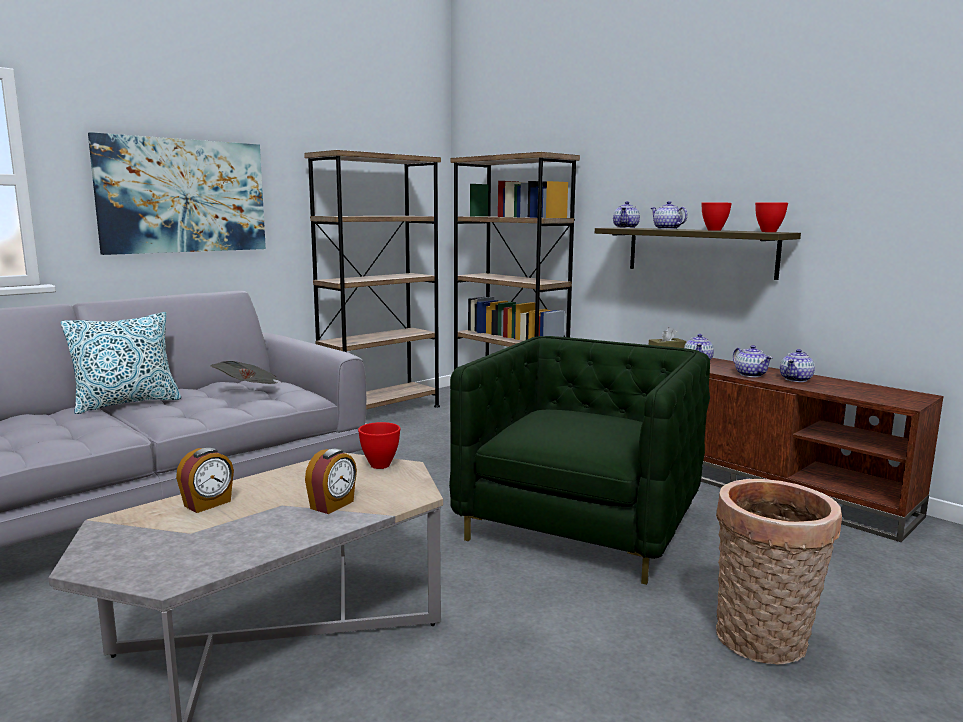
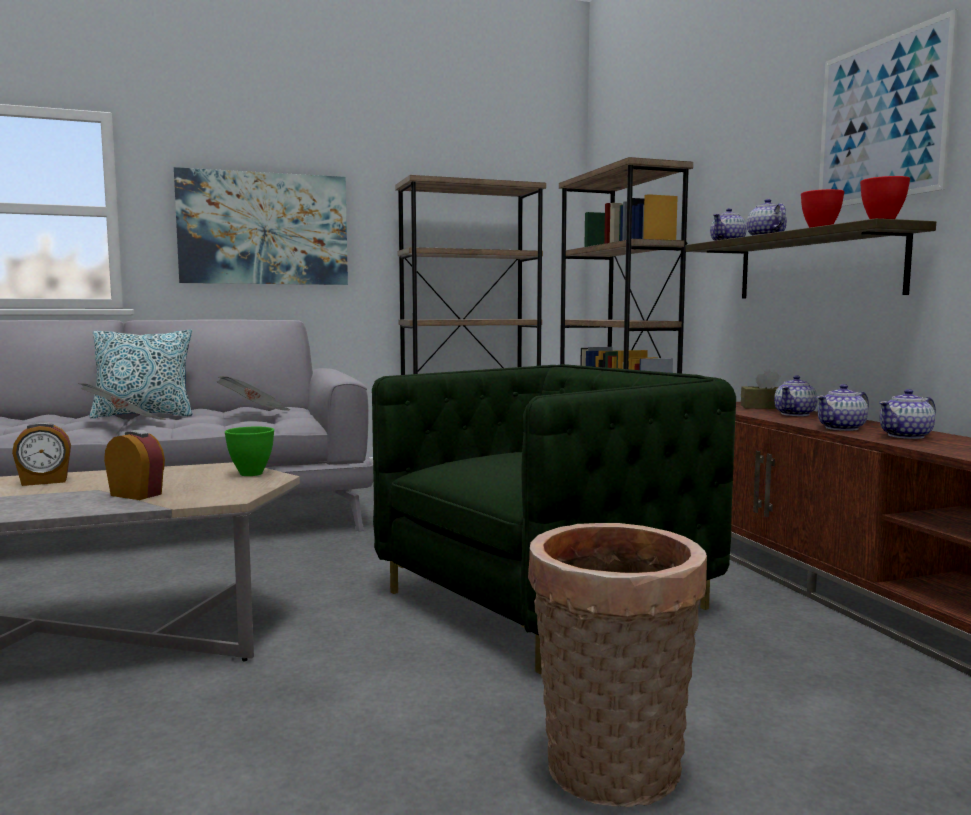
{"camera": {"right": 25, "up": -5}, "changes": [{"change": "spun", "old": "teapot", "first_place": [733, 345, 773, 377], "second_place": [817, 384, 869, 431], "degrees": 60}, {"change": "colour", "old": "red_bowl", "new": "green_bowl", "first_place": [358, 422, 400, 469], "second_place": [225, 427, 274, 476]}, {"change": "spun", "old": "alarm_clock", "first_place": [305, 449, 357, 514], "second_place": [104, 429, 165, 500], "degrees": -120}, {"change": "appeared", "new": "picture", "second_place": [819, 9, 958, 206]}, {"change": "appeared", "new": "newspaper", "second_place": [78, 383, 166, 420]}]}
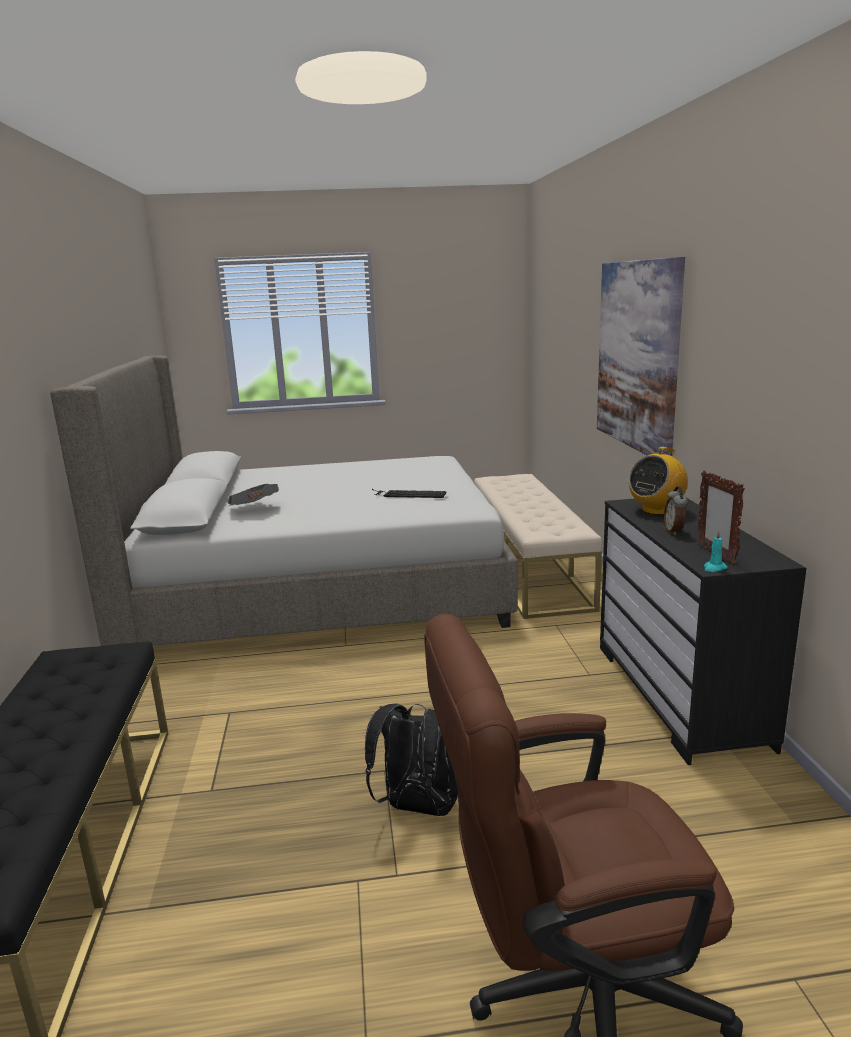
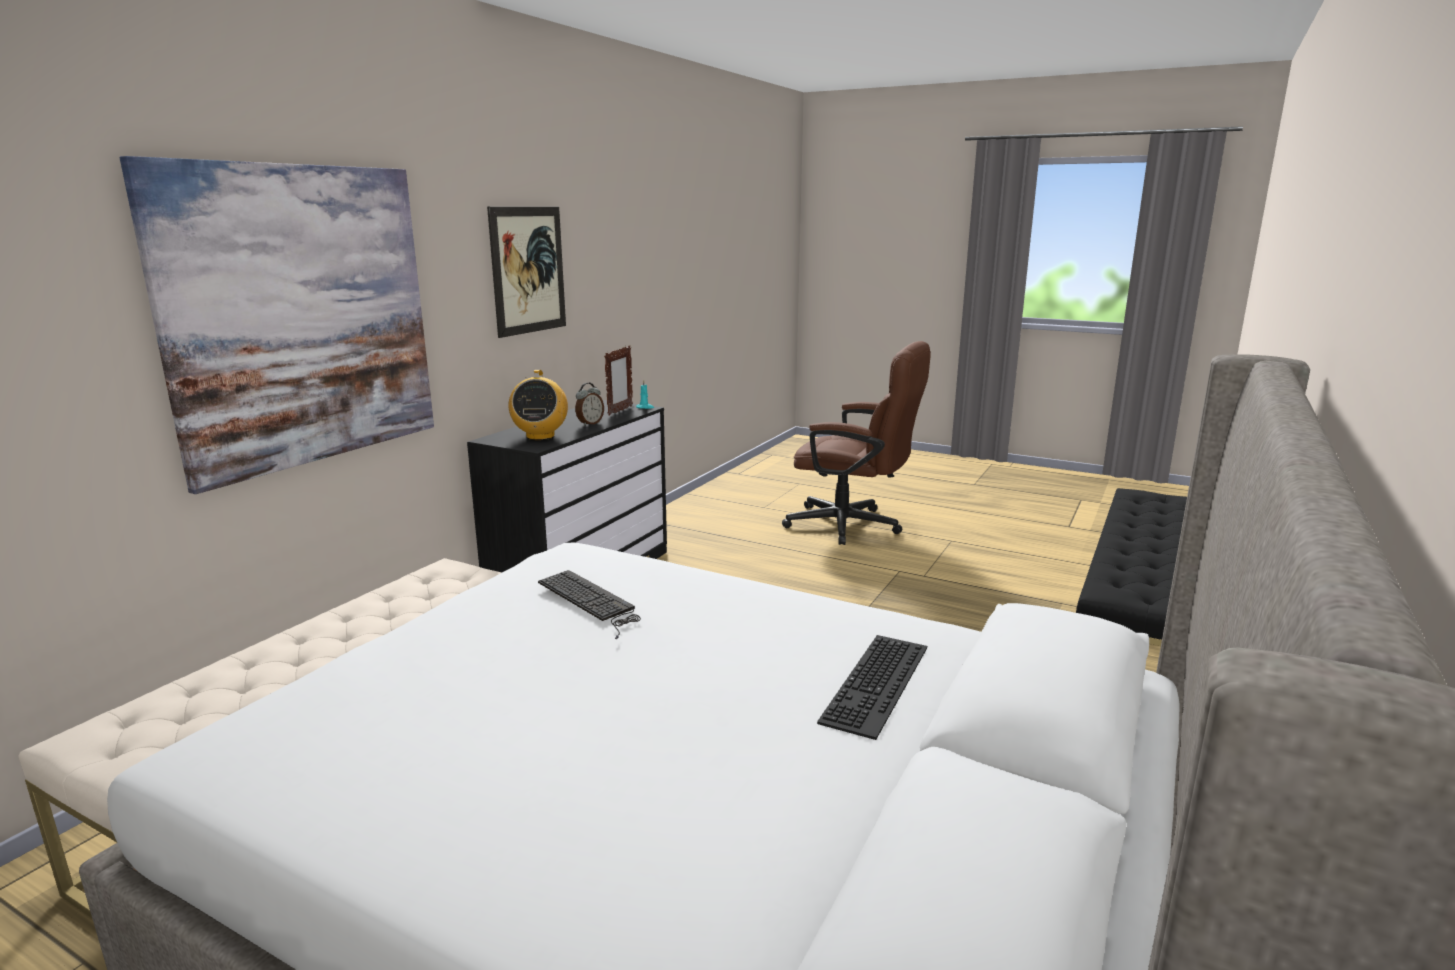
{"camera": {"right": -145, "up": 0}, "changes": [{"change": "spun", "old": "radio", "first_place": [629, 447, 688, 515], "second_place": [508, 370, 568, 440], "degrees": 90}, {"change": "exchanged", "old": "newspaper", "new": "keyboard", "first_place": [228, 484, 279, 505], "second_place": [817, 635, 927, 740]}, {"change": "missing", "old": "black_backpack", "first_place": [365, 704, 458, 816]}, {"change": "appeared", "new": "picture", "second_place": [487, 207, 566, 338]}]}
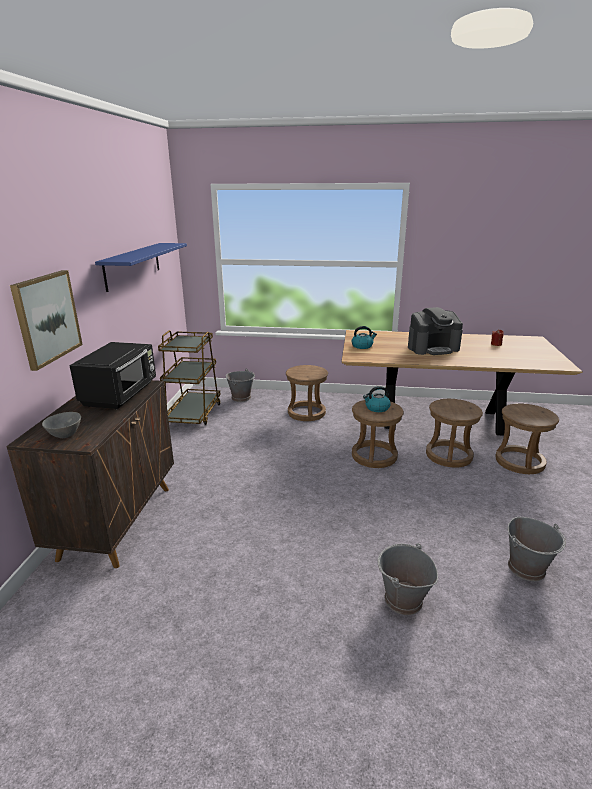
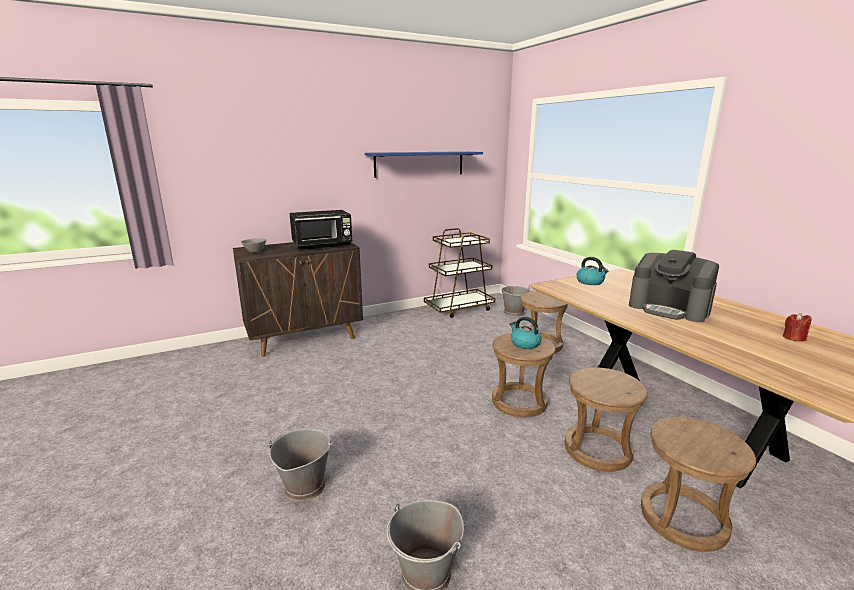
{"camera": {"right": 55, "up": -5}, "changes": [{"change": "missing", "old": "picture", "first_place": [10, 270, 83, 371]}]}
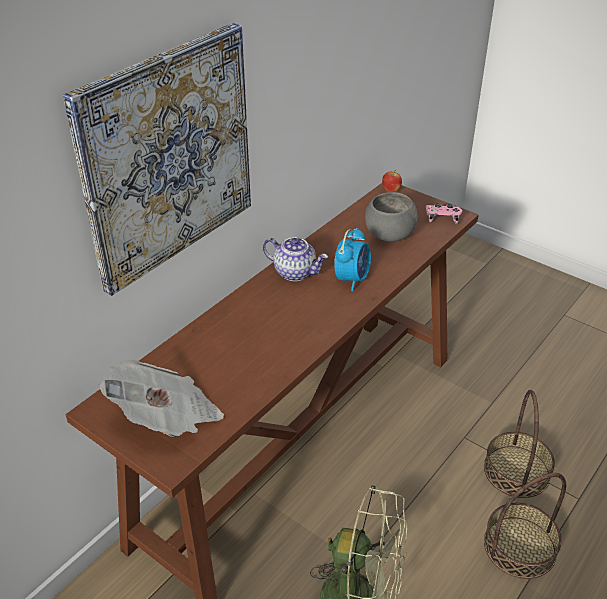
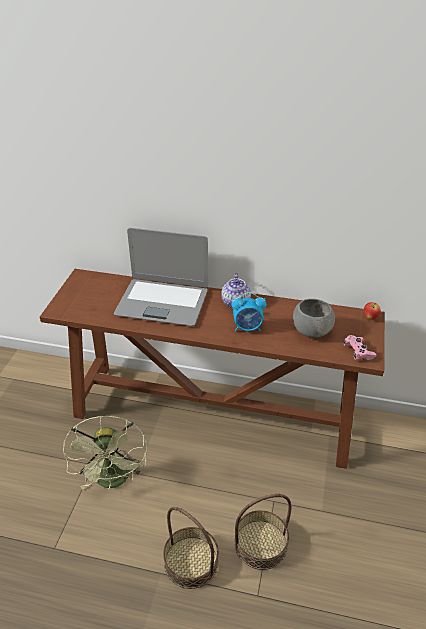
{"camera": {"right": 65, "up": 0}, "changes": [{"change": "missing", "old": "picture", "first_place": [63, 23, 251, 296]}, {"change": "missing", "old": "newspaper", "first_place": [99, 360, 224, 437]}, {"change": "appeared", "new": "laptop", "second_place": [114, 228, 208, 326]}]}
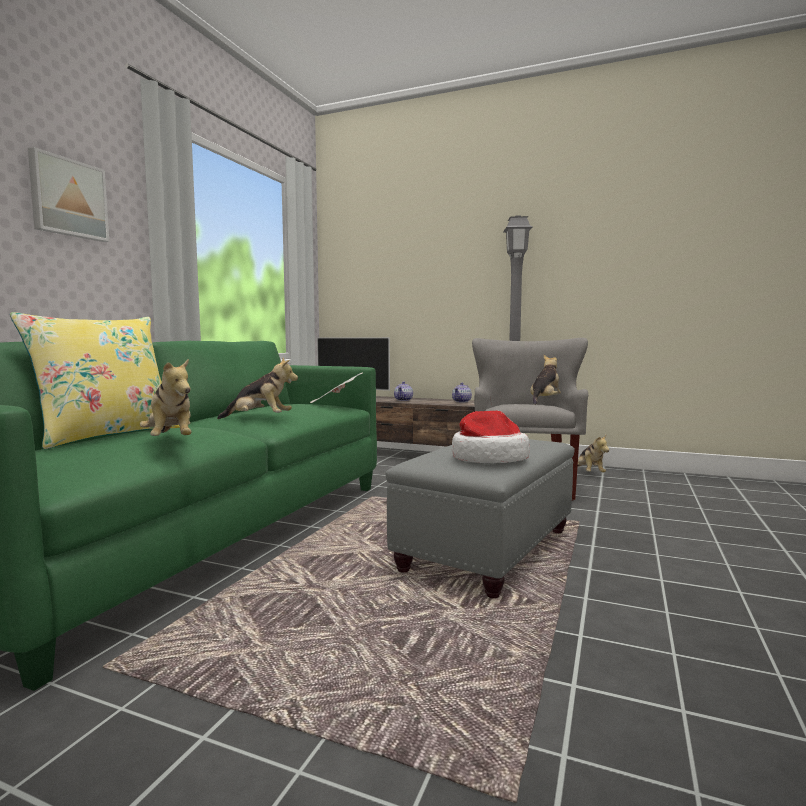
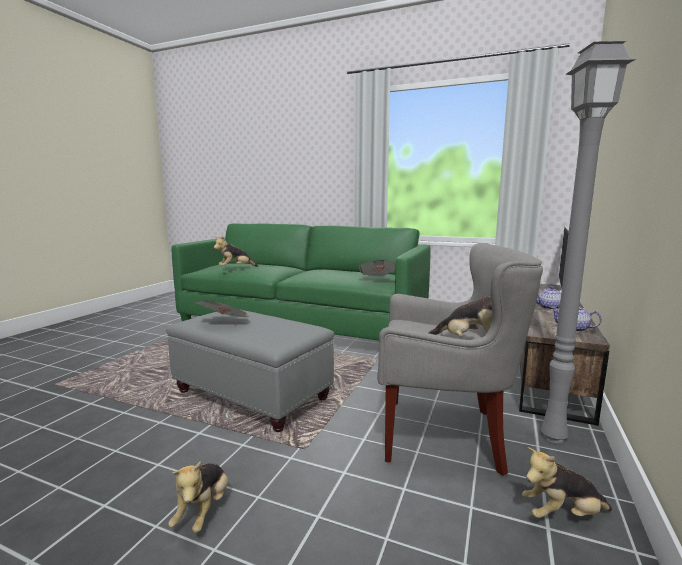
{"camera": {"right": 90, "up": 5}, "changes": [{"change": "missing", "old": "picture", "first_place": [28, 147, 109, 242]}, {"change": "missing", "old": "yellow_pillow", "first_place": [10, 312, 180, 449]}, {"change": "relocated", "old": "plush_toy", "first_place": [217, 358, 298, 419], "second_place": [168, 461, 228, 533]}, {"change": "exchanged", "old": "hat", "new": "newspaper", "first_place": [452, 411, 530, 463], "second_place": [195, 300, 249, 317]}]}
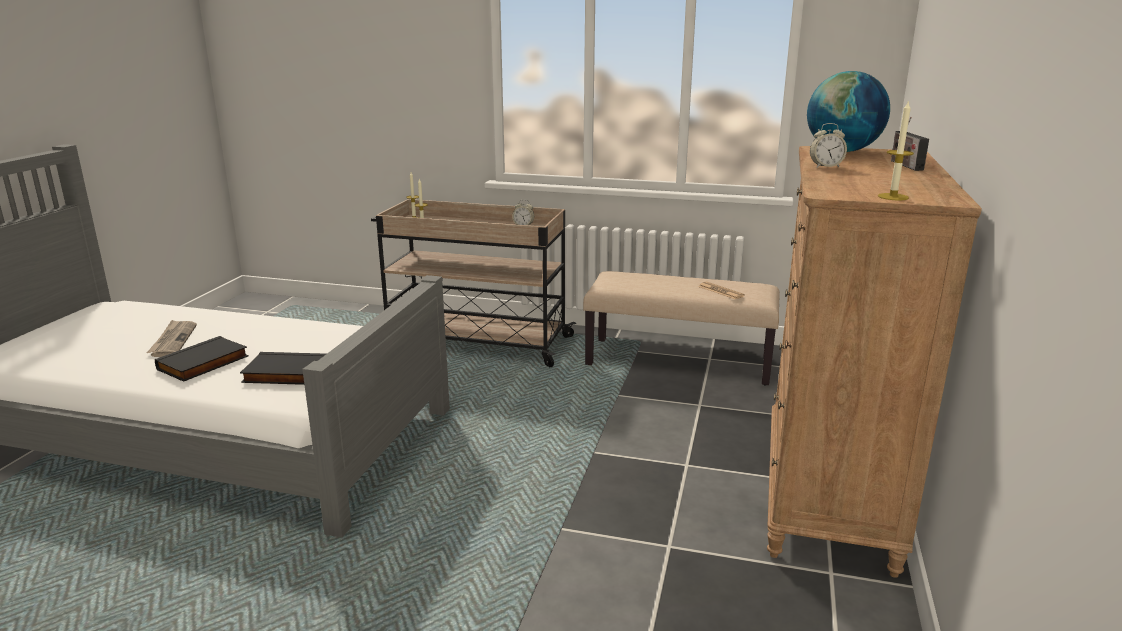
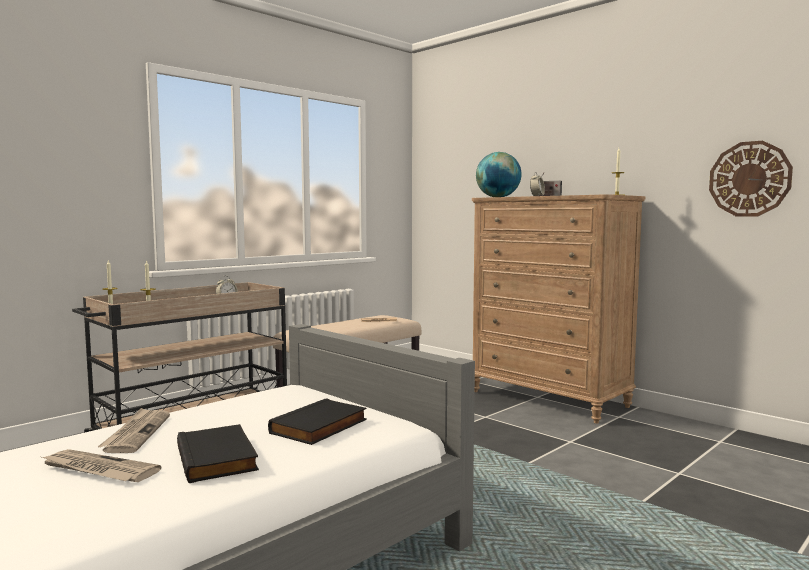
{"camera": {"right": -60, "up": -15}, "changes": [{"change": "appeared", "new": "wall_clock", "second_place": [709, 141, 793, 217]}, {"change": "appeared", "new": "newspaper", "second_place": [98, 408, 170, 453]}]}
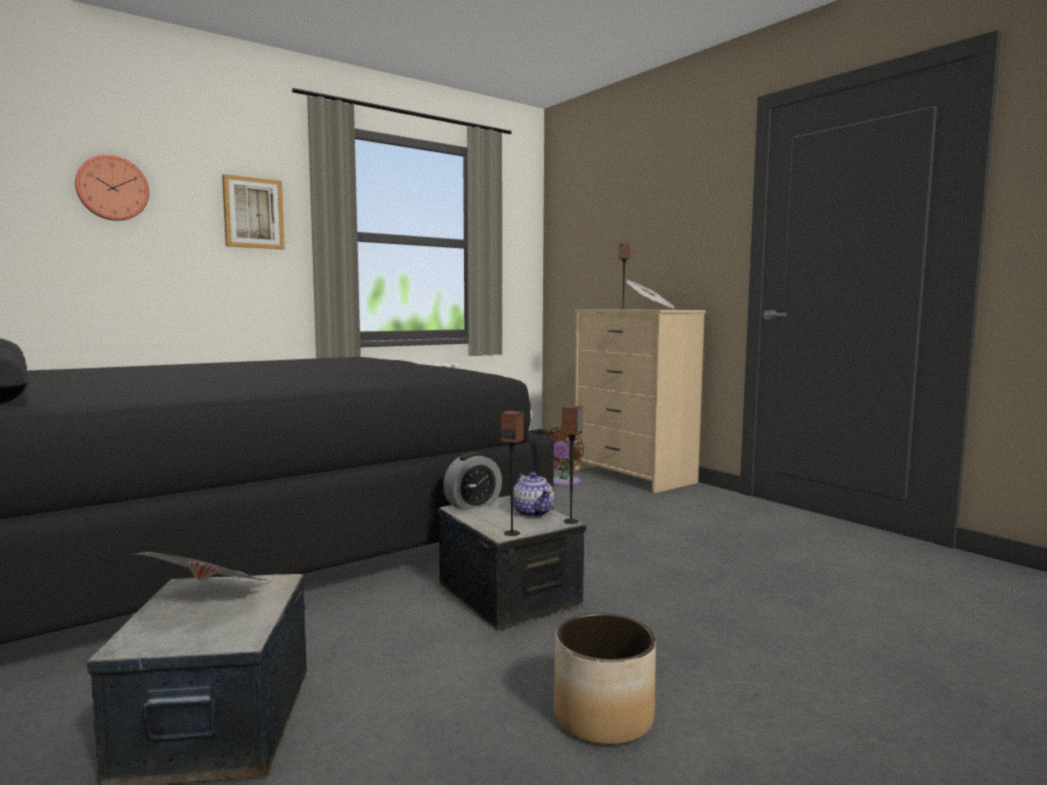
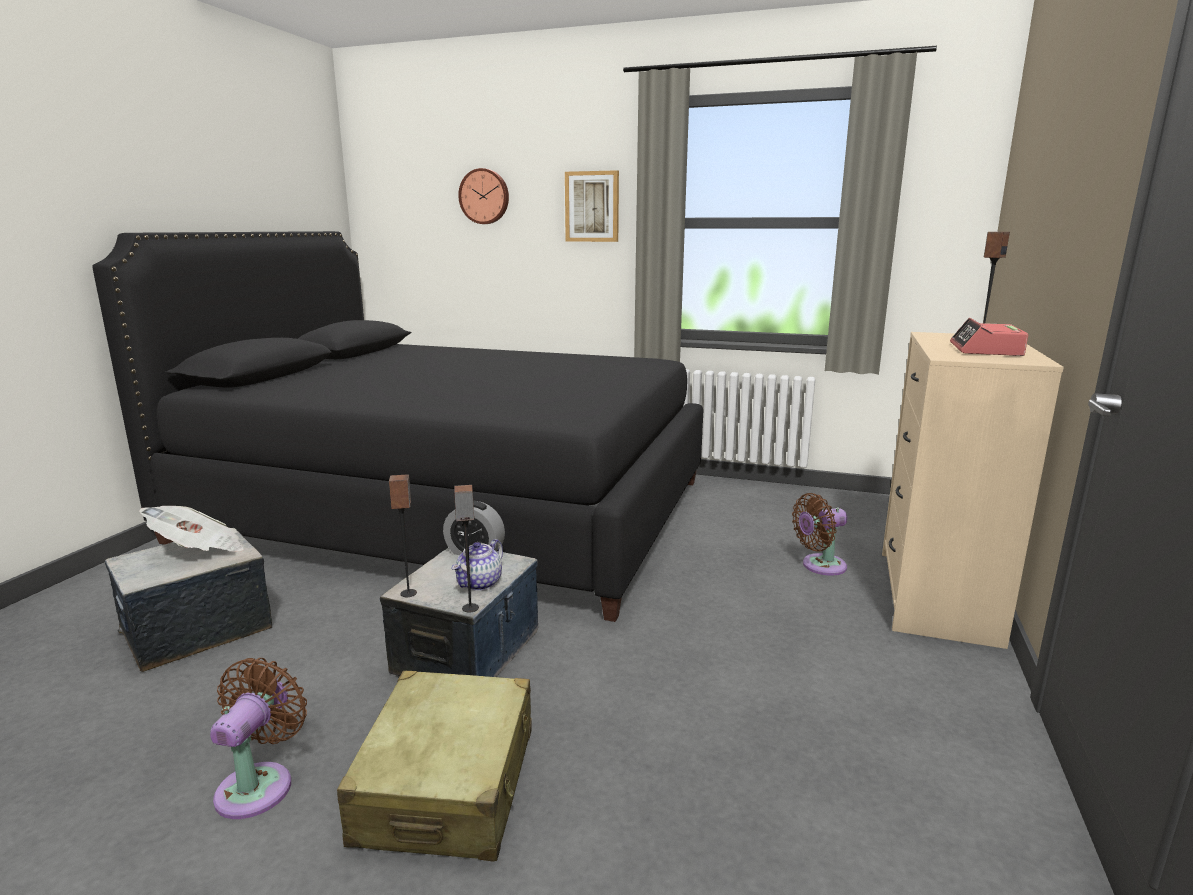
{"camera": {"right": 55, "up": 10}, "changes": [{"change": "exchanged", "old": "newspaper", "new": "alarm_clock", "first_place": [626, 279, 675, 310], "second_place": [950, 318, 1028, 356]}, {"change": "exchanged", "old": "planter", "new": "brown_fan", "first_place": [554, 613, 656, 745], "second_place": [210, 658, 307, 819]}, {"change": "appeared", "new": "beige_suitcase", "second_place": [337, 671, 532, 861]}]}
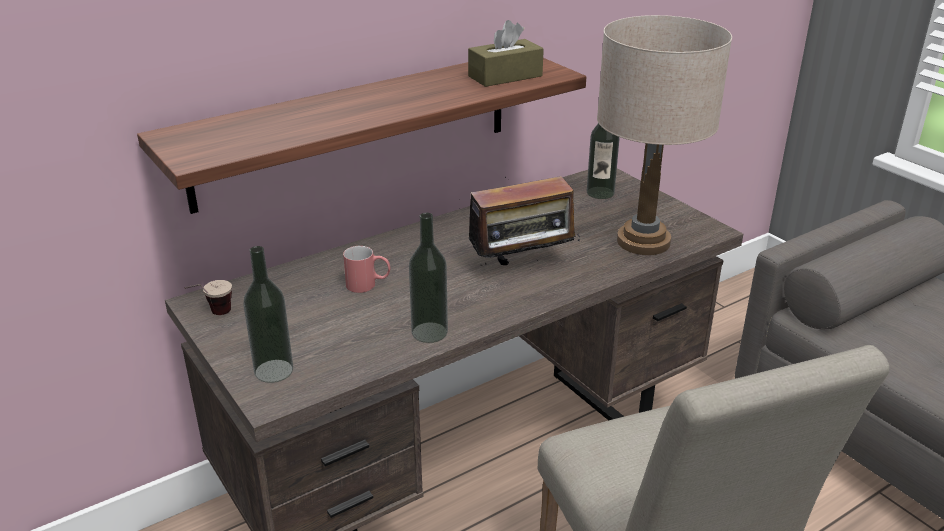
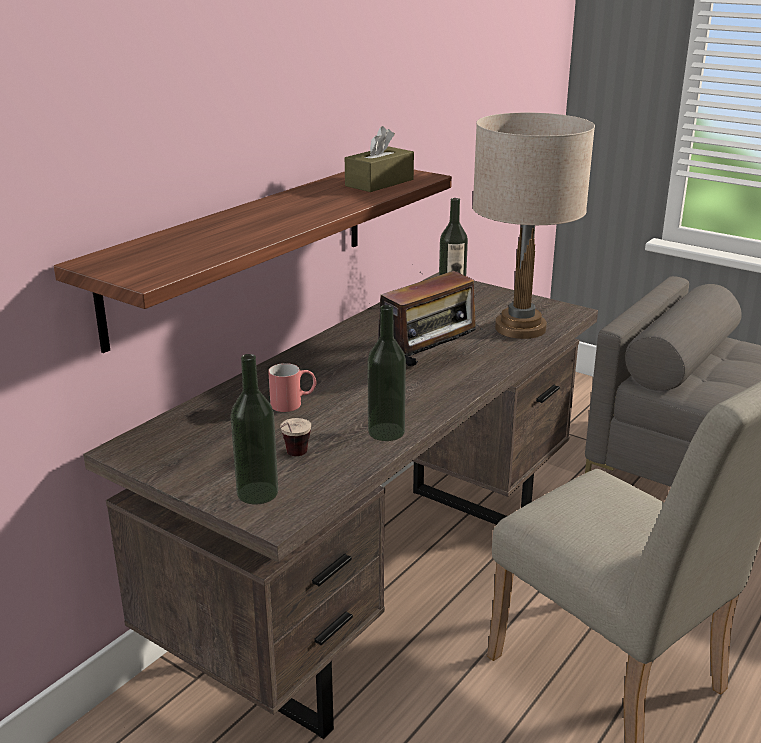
{"camera": {"right": -20, "up": -5}, "changes": [{"change": "relocated", "old": "cup", "first_place": [184, 280, 232, 315], "second_place": [280, 418, 311, 456]}]}
